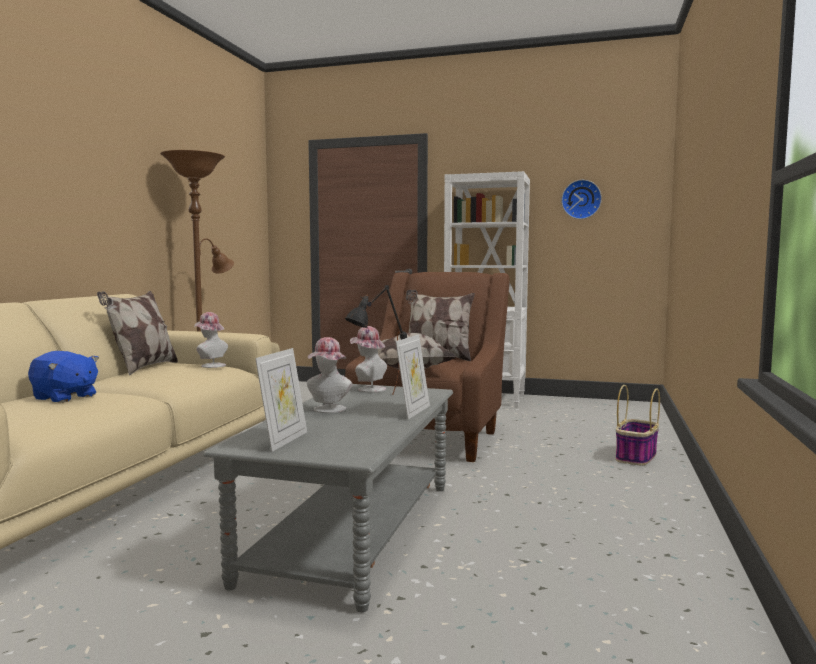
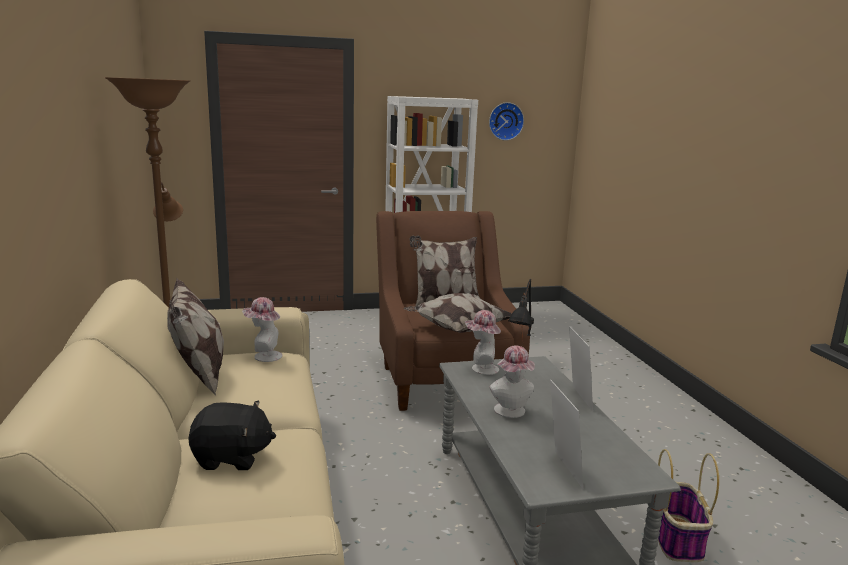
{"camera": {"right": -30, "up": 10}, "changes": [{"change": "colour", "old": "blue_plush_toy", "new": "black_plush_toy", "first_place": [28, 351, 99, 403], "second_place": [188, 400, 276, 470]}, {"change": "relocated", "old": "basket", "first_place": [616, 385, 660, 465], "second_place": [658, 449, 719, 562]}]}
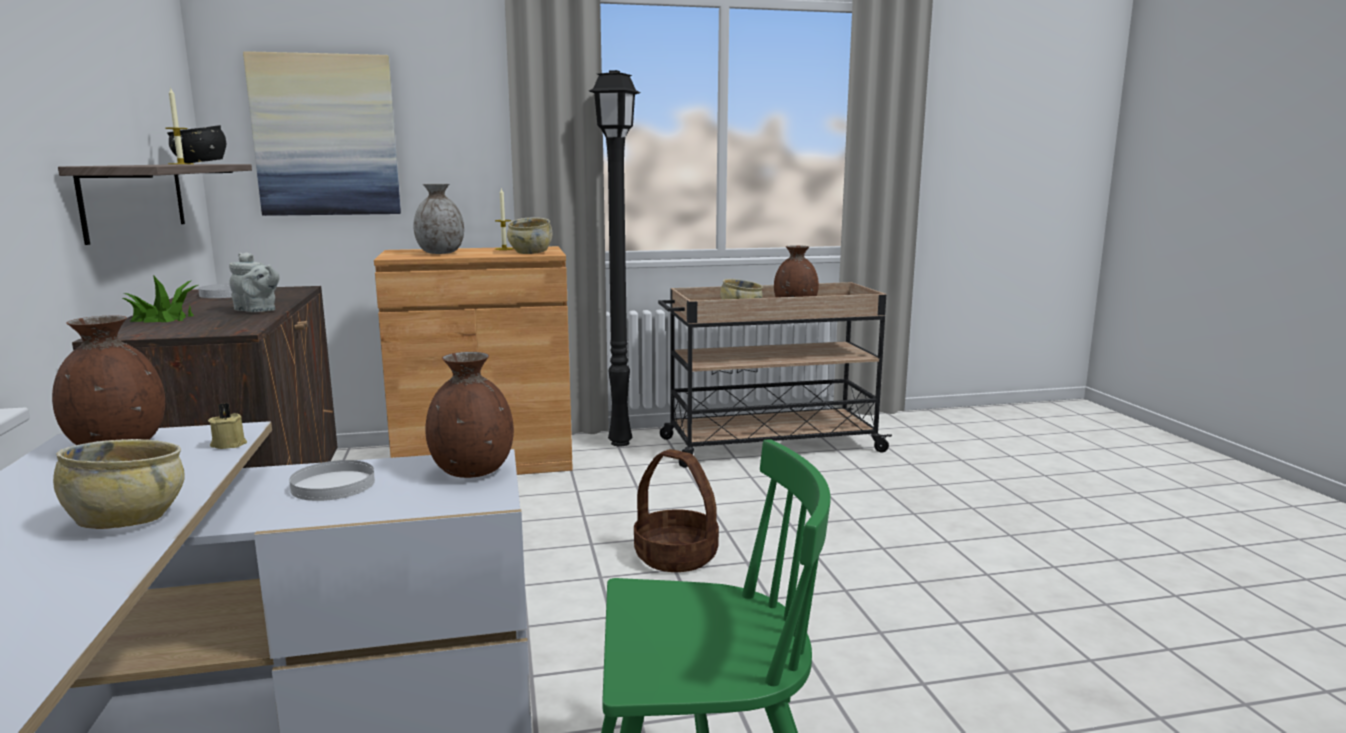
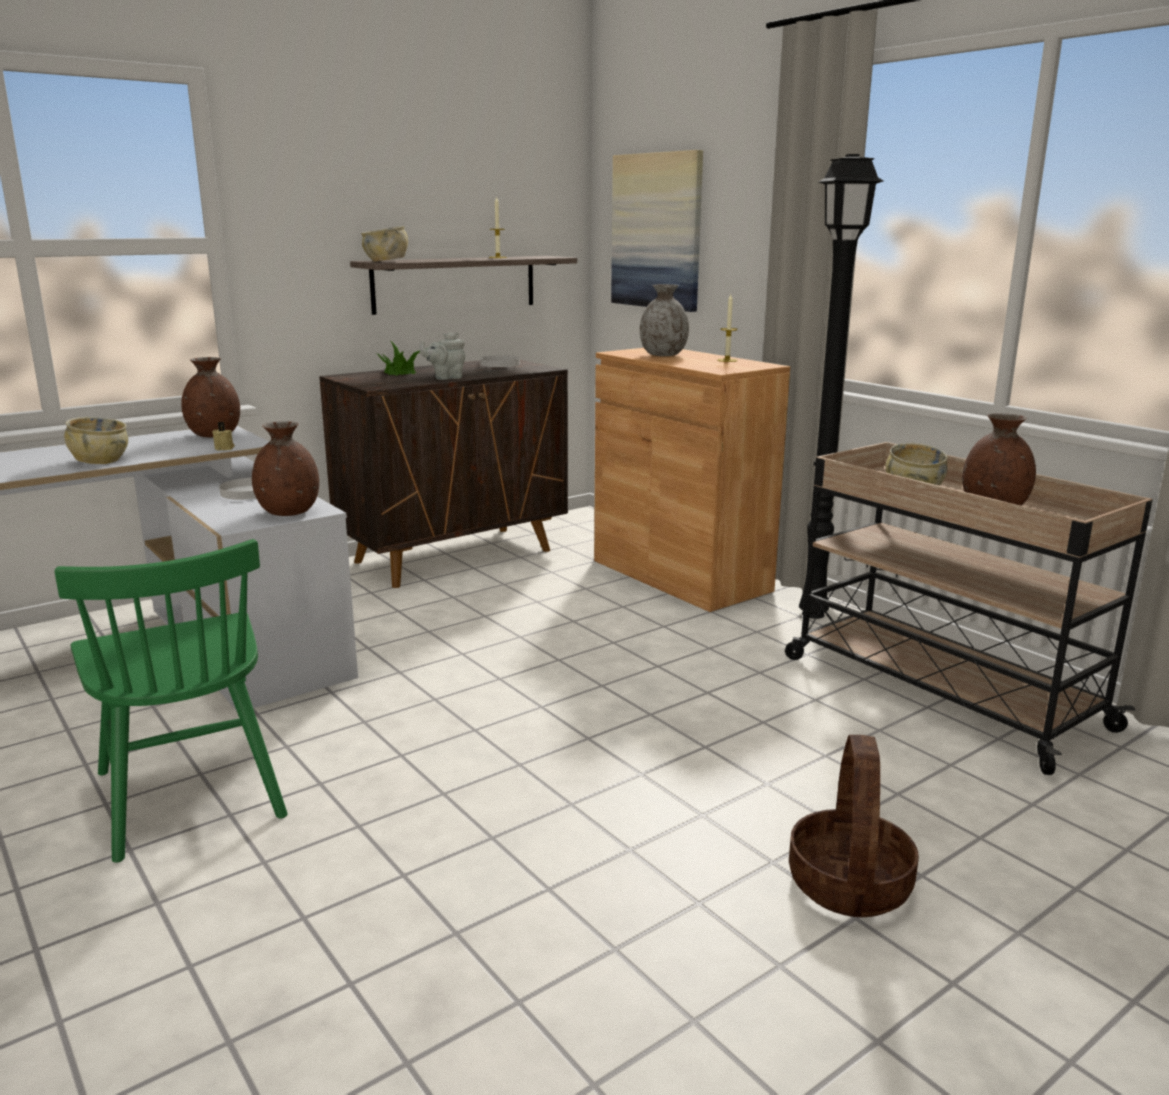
{"camera": {"right": 65, "up": 5}, "changes": [{"change": "missing", "old": "black_bowl", "first_place": [167, 125, 226, 163]}, {"change": "relocated", "old": "beige_bowl", "first_place": [507, 217, 553, 254], "second_place": [361, 226, 408, 262]}, {"change": "spun", "old": "grey_teapot", "first_place": [229, 252, 280, 312], "second_place": [419, 332, 465, 380], "degrees": 60}, {"change": "relocated", "old": "basket", "first_place": [634, 449, 719, 572], "second_place": [789, 735, 919, 917]}]}
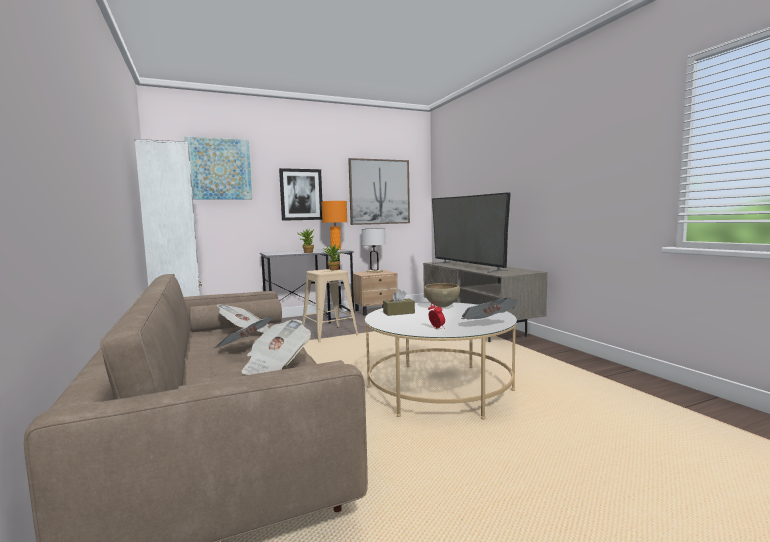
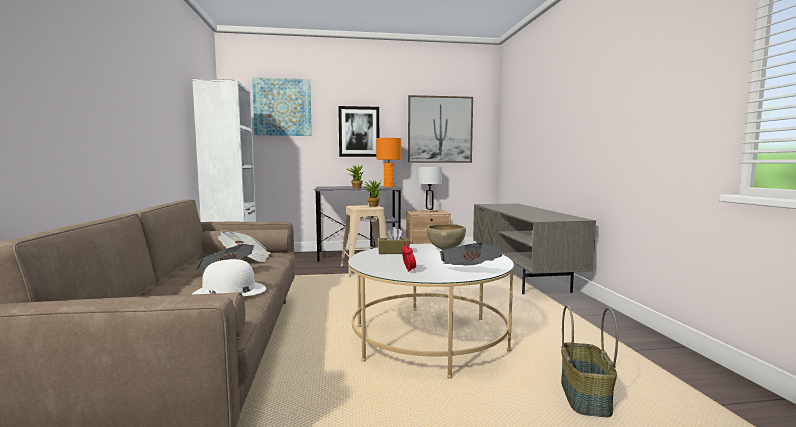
{"camera": {"right": 15, "up": 0}, "changes": [{"change": "missing", "old": "television", "first_place": [432, 193, 511, 273]}, {"change": "exchanged", "old": "newspaper", "new": "white_hat", "first_place": [241, 319, 311, 375], "second_place": [191, 259, 266, 296]}, {"change": "appeared", "new": "basket", "second_place": [561, 305, 618, 418]}]}
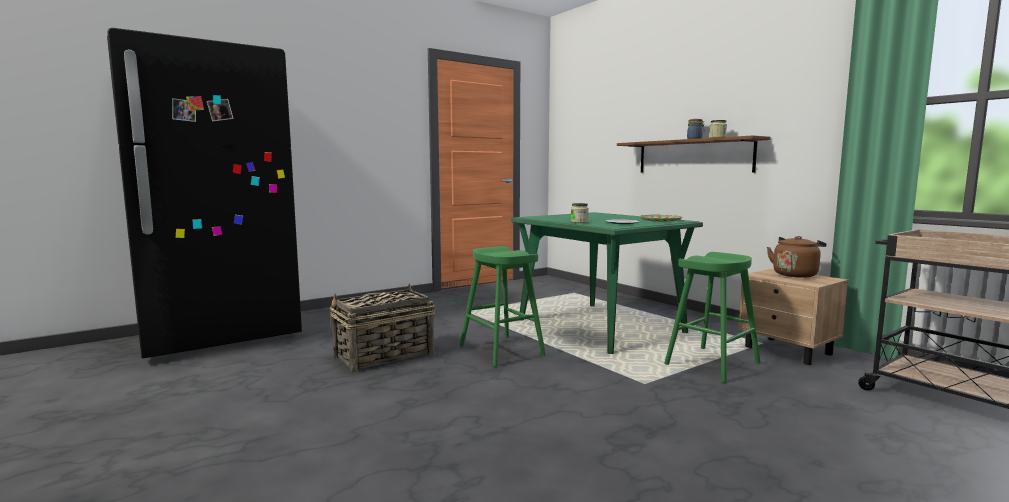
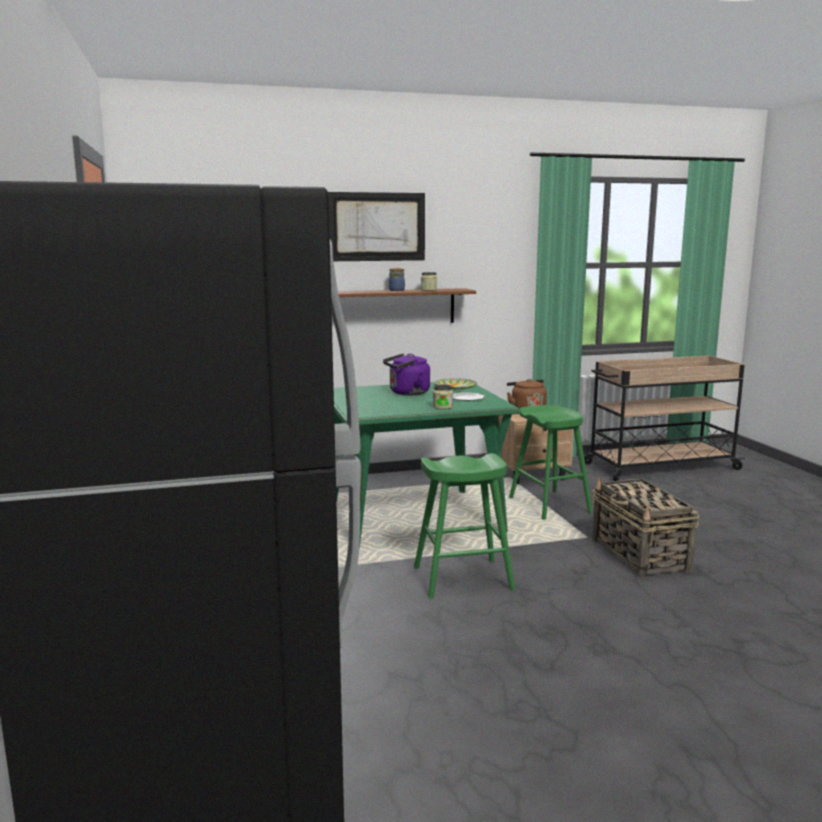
{"camera": {"right": -70, "up": 5}, "changes": [{"change": "relocated", "old": "basket", "first_place": [330, 283, 435, 372], "second_place": [592, 477, 699, 578]}, {"change": "appeared", "new": "picture", "second_place": [328, 192, 425, 261]}, {"change": "appeared", "new": "purple_kettle", "second_place": [383, 353, 430, 395]}]}
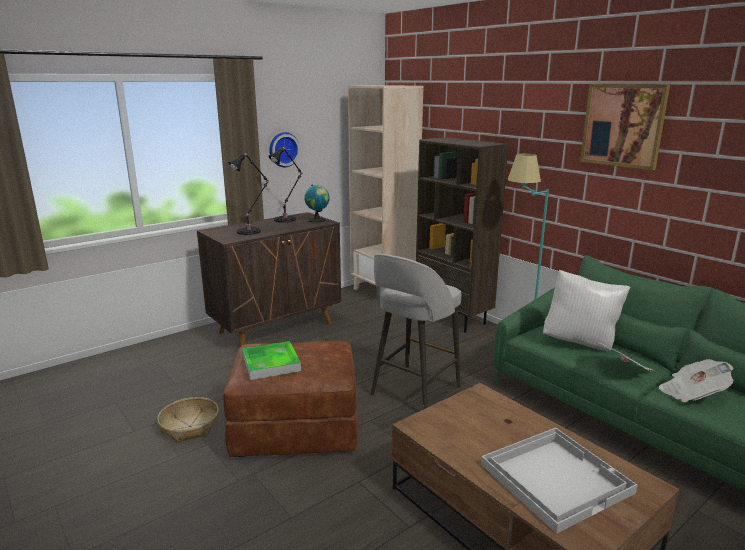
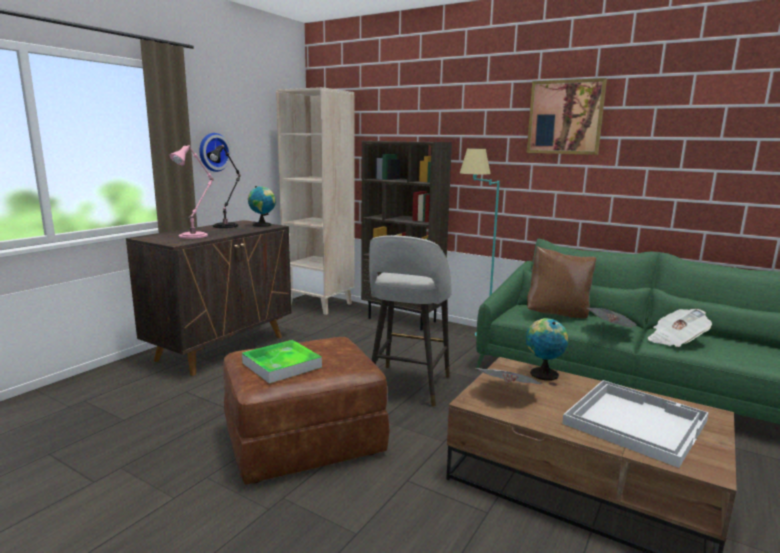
{"camera": {"right": -20, "up": -5}, "changes": [{"change": "colour", "old": "black_table_lamp", "new": "pink_table_lamp", "first_place": [228, 153, 269, 235], "second_place": [169, 145, 214, 239]}, {"change": "colour", "old": "white_pillow", "new": "brown_pillow", "first_place": [543, 269, 630, 351], "second_place": [527, 246, 596, 318]}, {"change": "missing", "old": "basket", "first_place": [157, 397, 219, 443]}, {"change": "appeared", "new": "globe", "second_place": [526, 318, 569, 381]}, {"change": "appeared", "new": "newspaper", "second_place": [476, 368, 541, 384]}]}
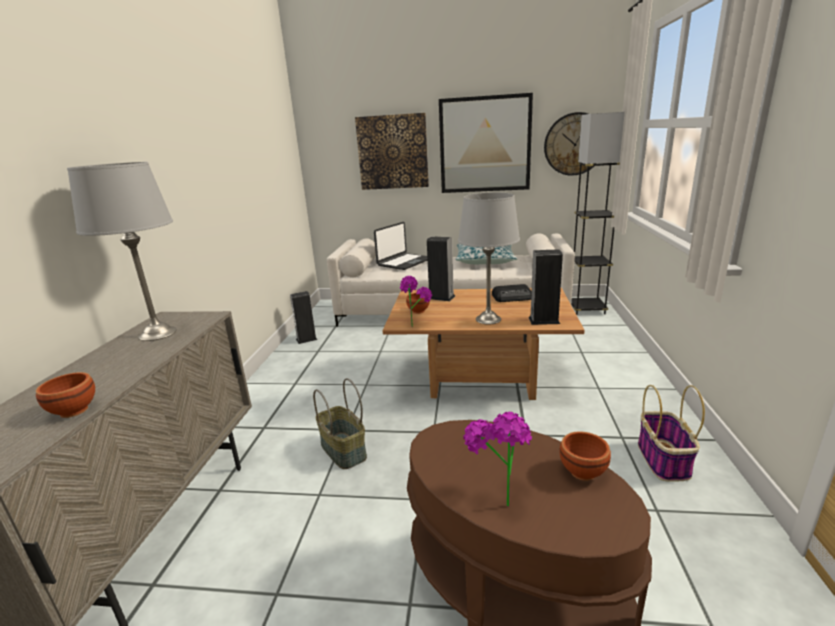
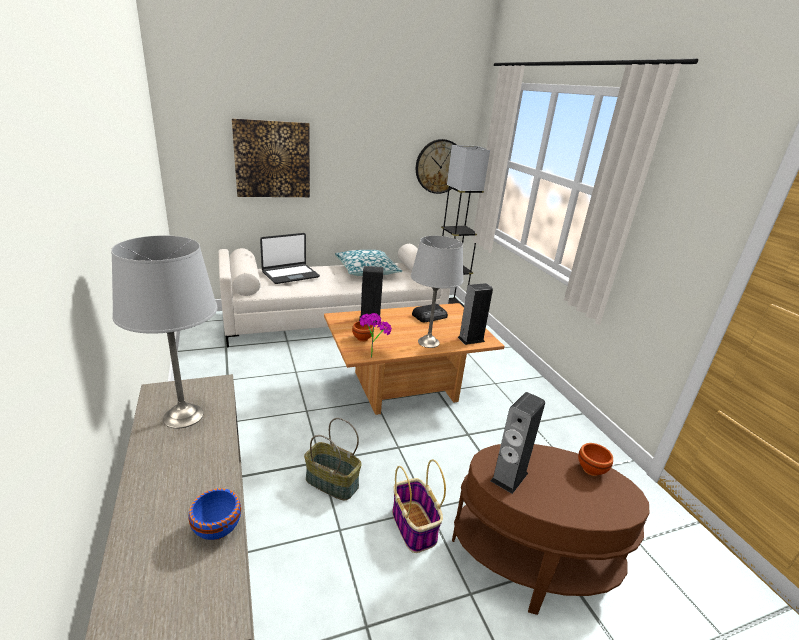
{"camera": {"right": -30, "up": 5}, "changes": [{"change": "missing", "old": "picture", "first_place": [439, 93, 533, 193]}, {"change": "spun", "old": "laptop", "first_place": [374, 222, 428, 270], "second_place": [260, 233, 320, 284], "degrees": 45}, {"change": "relocated", "old": "speaker", "first_place": [290, 291, 318, 344], "second_place": [490, 392, 545, 494]}, {"change": "colour", "old": "brown_bowl", "new": "blue_bowl", "first_place": [36, 372, 95, 418], "second_place": [189, 488, 241, 540]}, {"change": "relocated", "old": "basket", "first_place": [638, 385, 705, 482], "second_place": [392, 459, 446, 553]}, {"change": "missing", "old": "potted_plant", "first_place": [463, 412, 532, 506]}]}
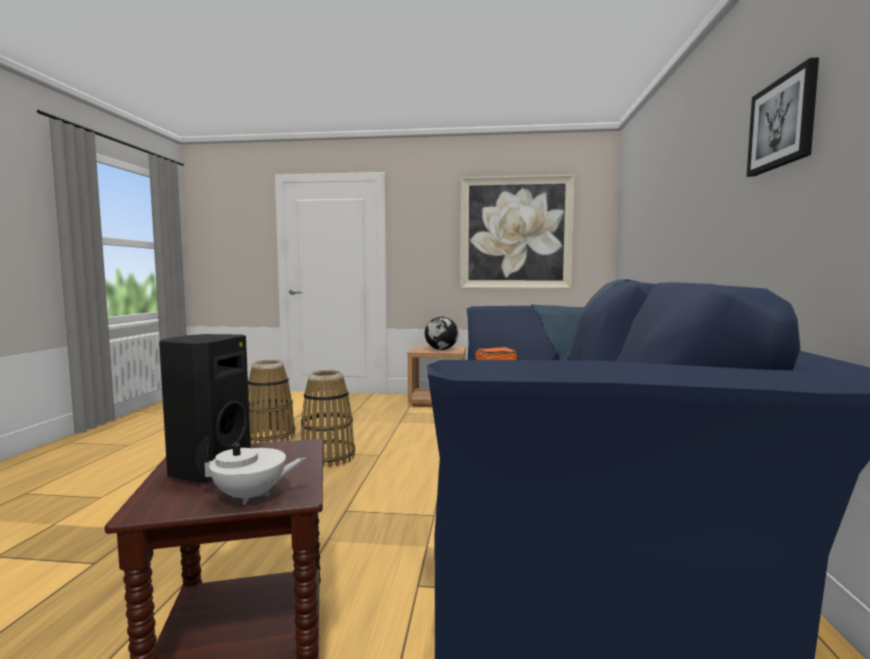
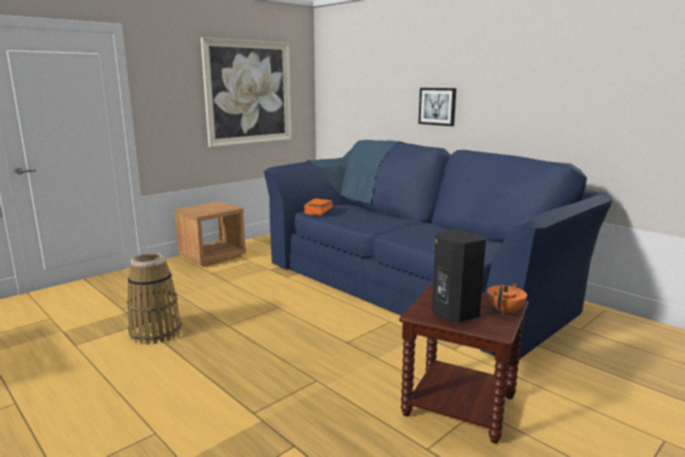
{"camera": {"right": -50, "up": 10}, "changes": [{"change": "relocated", "old": "picture", "first_place": [747, 57, 819, 177], "second_place": [418, 88, 456, 126]}, {"change": "missing", "old": "globe", "first_place": [425, 317, 459, 350]}, {"change": "missing", "old": "basket", "first_place": [301, 370, 355, 468]}, {"change": "colour", "old": "white_teapot", "new": "orange_teapot", "first_place": [195, 436, 306, 505], "second_place": [487, 283, 527, 314]}]}
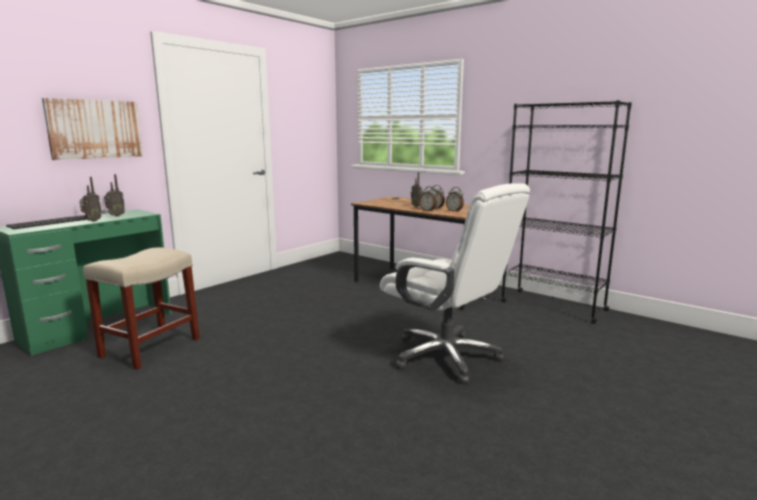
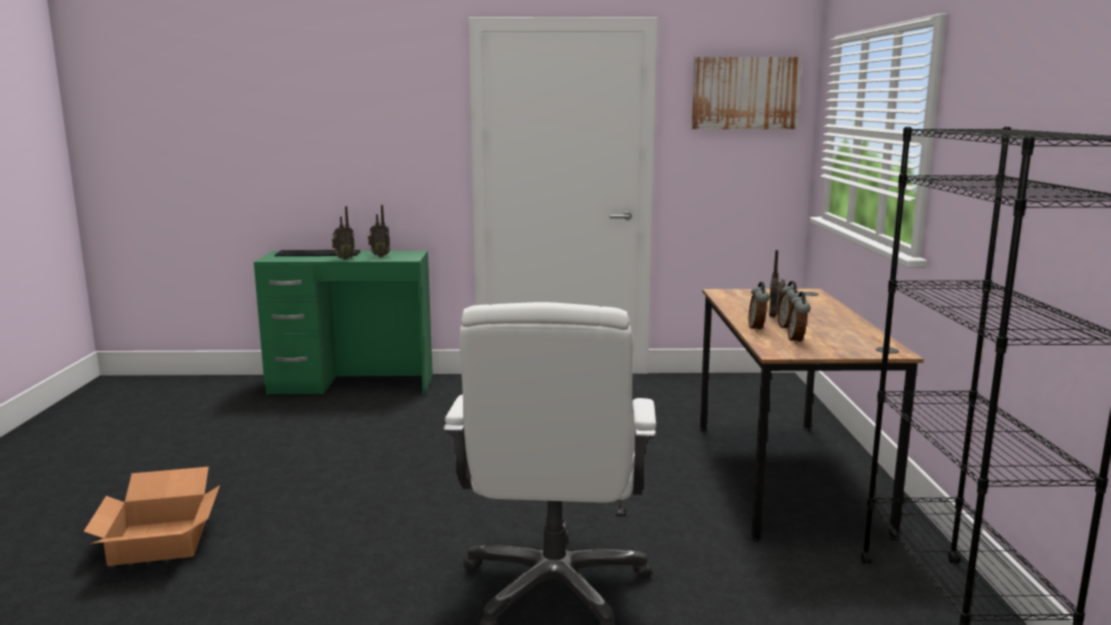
{"camera": {"right": 50, "up": 0}, "changes": [{"change": "relocated", "old": "picture", "first_place": [42, 98, 143, 160], "second_place": [692, 57, 802, 129]}, {"change": "missing", "old": "beige_stool", "first_place": [83, 247, 200, 370]}, {"change": "appeared", "new": "cardboard_box", "second_place": [84, 467, 220, 566]}]}
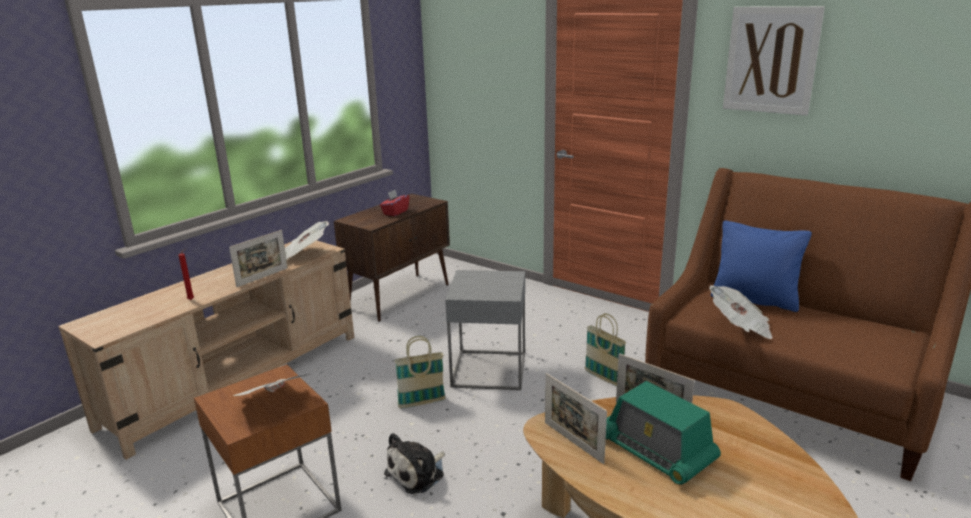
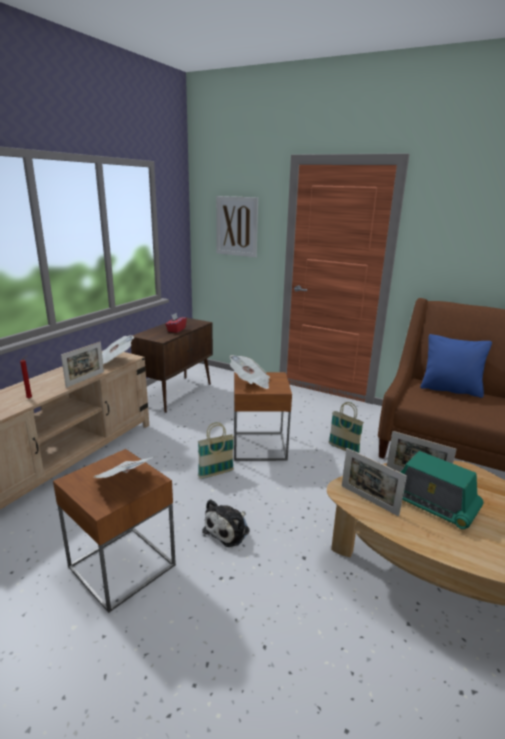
{"camera": {"right": -10, "up": 0}, "changes": [{"change": "relocated", "old": "picture", "first_place": [723, 6, 825, 116], "second_place": [216, 196, 258, 257]}, {"change": "colour", "old": "grey_side_table", "new": "brown_side_table", "first_place": [445, 270, 525, 390], "second_place": [234, 372, 292, 461]}, {"change": "relocated", "old": "newspaper", "first_place": [709, 285, 772, 339], "second_place": [230, 355, 270, 389]}]}
